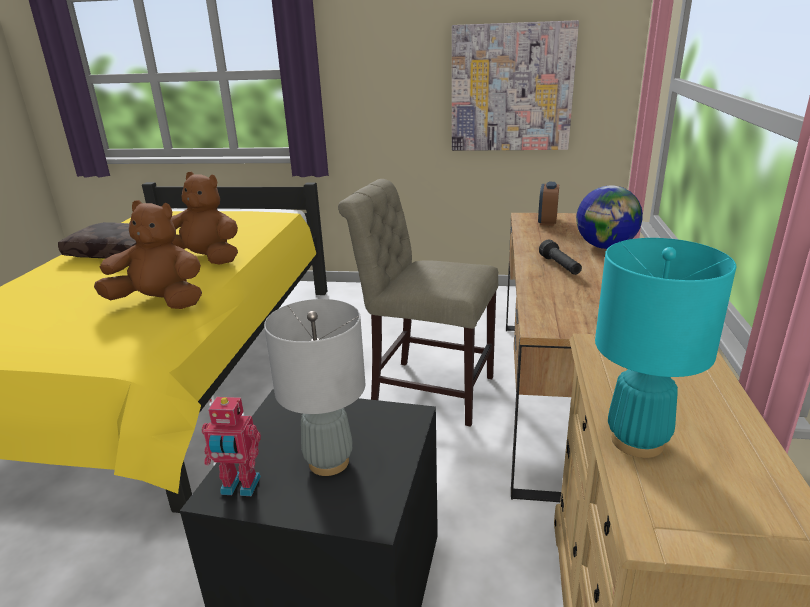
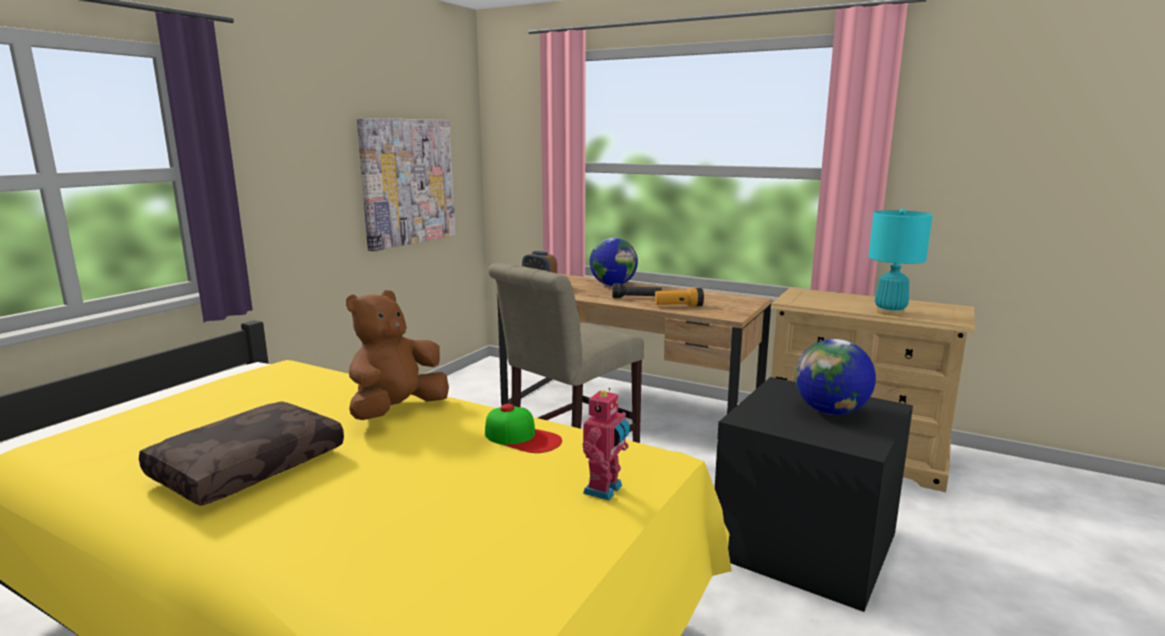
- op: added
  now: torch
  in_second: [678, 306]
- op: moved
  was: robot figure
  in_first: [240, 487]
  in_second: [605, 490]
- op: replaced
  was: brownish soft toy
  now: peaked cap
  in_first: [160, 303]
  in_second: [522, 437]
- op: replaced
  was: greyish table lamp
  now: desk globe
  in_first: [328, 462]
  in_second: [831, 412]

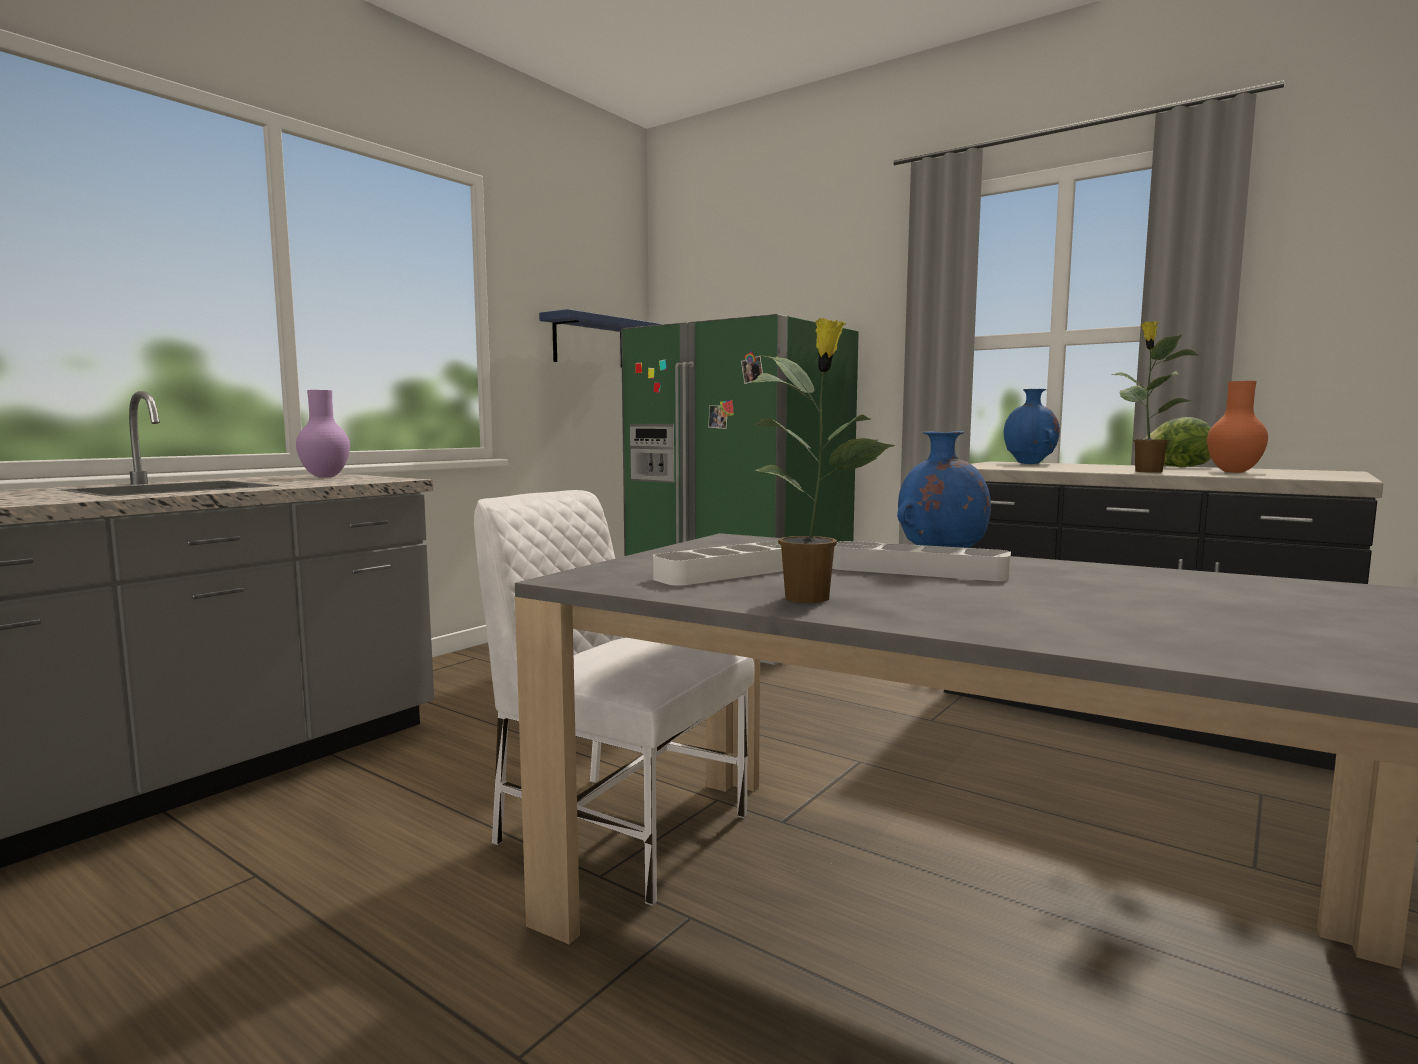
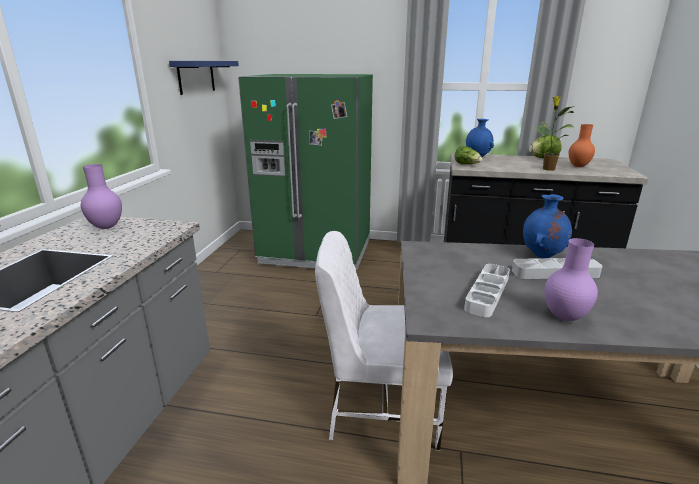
- op: added
  now: lettuce
  in_second: [467, 165]
- op: replaced
  was: plant in a pot
  now: purplish flower vase
  in_first: [810, 598]
  in_second: [563, 317]

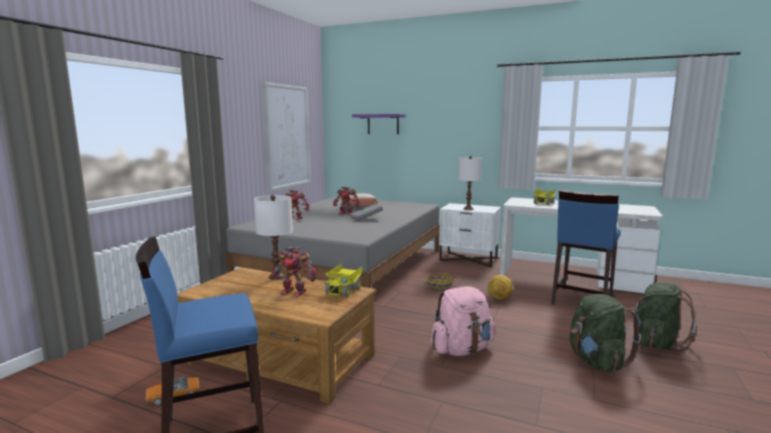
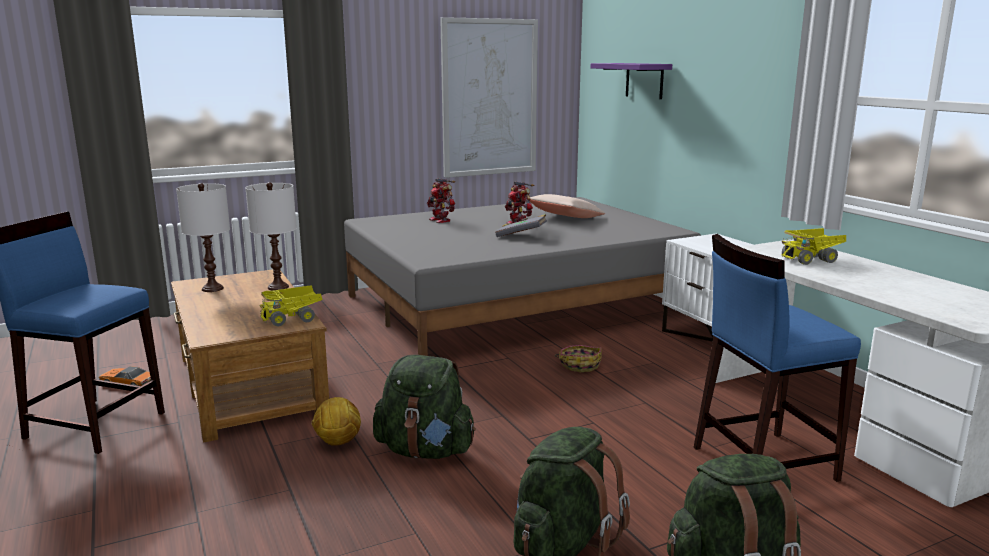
- op: removed
  was: robot figure
  in_first: [294, 291]
- op: moved
  was: white table lamp
  in_first: [468, 209]
  in_second: [212, 289]
- op: moved
  was: football
  in_first: [499, 298]
  in_second: [338, 442]
- op: recoloured
  was: pinkish backpack
  now: greenish backpack
  in_first: [461, 350]
  in_second: [425, 450]

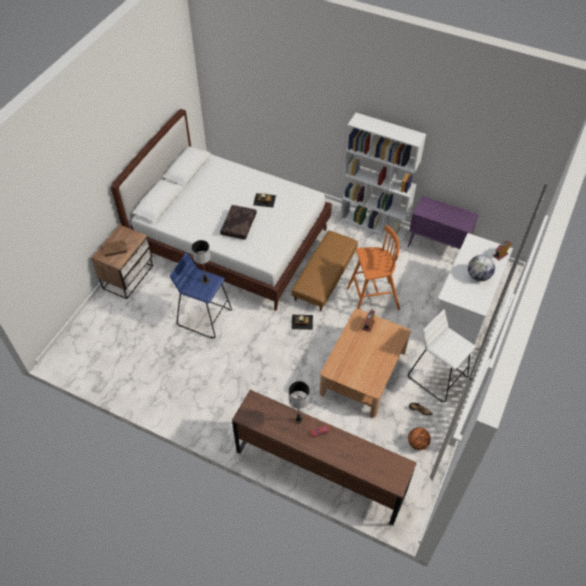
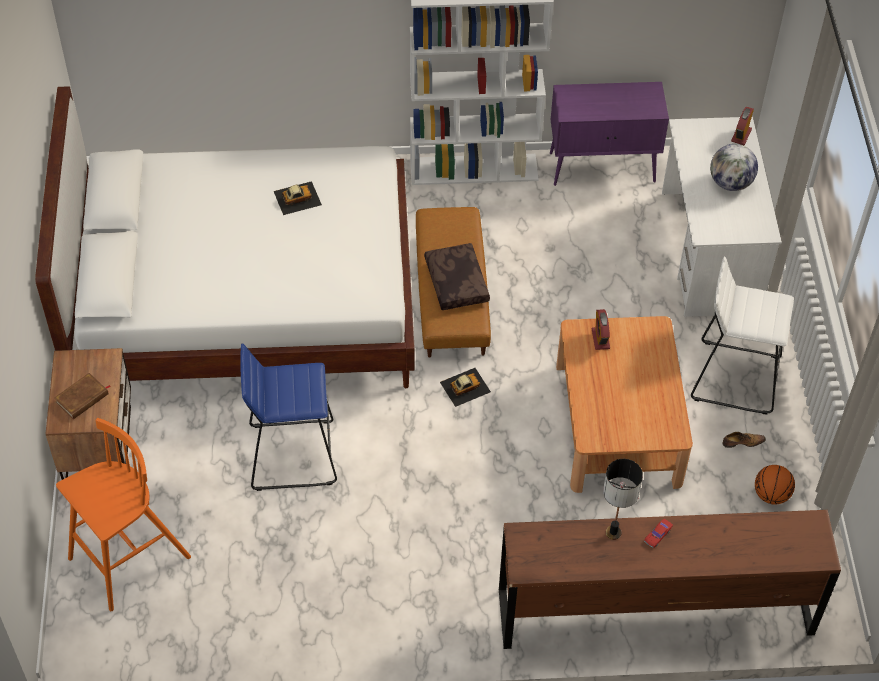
- op: removed
  was: table lamp
  in_first: [205, 281]
- op: moved
  was: brownish pillow
  in_first: [238, 225]
  in_second: [455, 282]
- op: moved
  was: orangey sitting stool
  in_first: [371, 299]
  in_second: [127, 559]

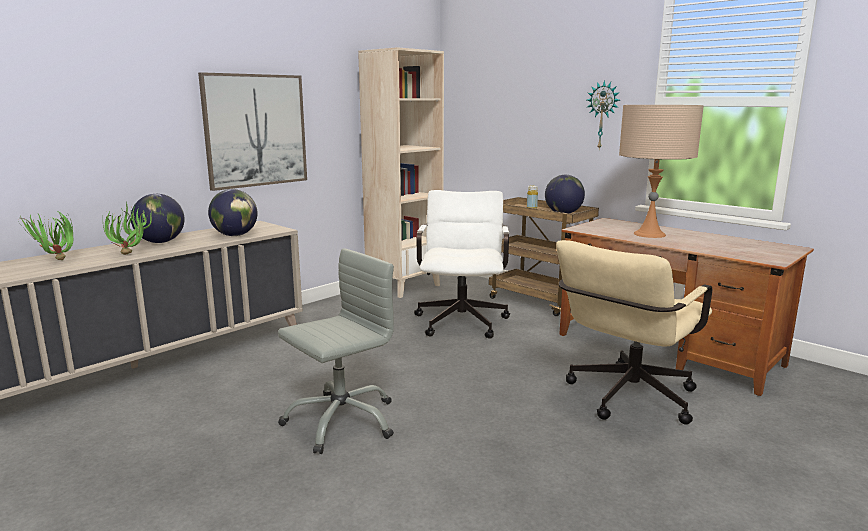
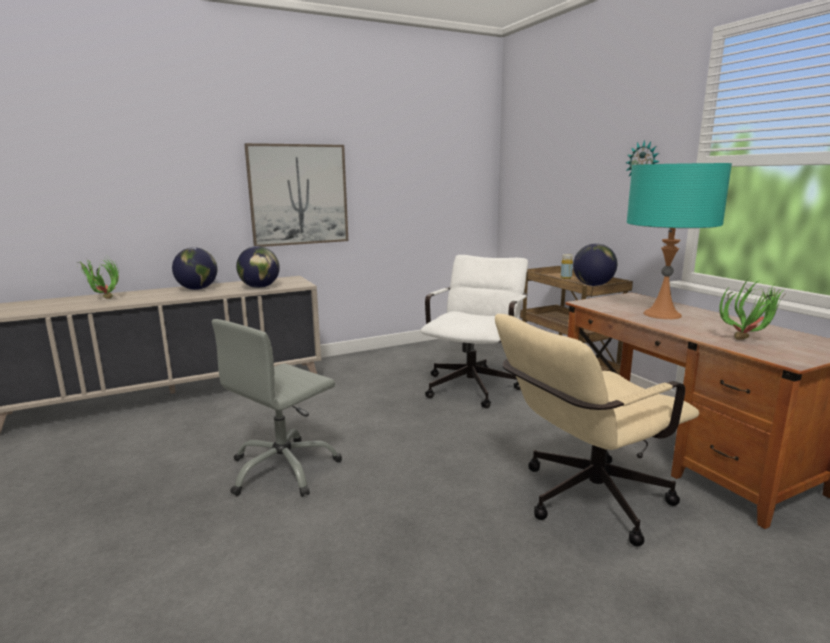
- op: removed
  was: beige bookshelf
  in_first: [404, 286]
- op: moved
  was: plant in a pot
  in_first: [132, 255]
  in_second: [748, 341]
- op: recoloured
  was: beige table lamp
  now: turquoise table lamp
  in_first: [649, 234]
  in_second: [662, 314]
- op: turned
  was: greyish desk chair
  in_first: [341, 421]
  in_second: [284, 469]
  clockwise: 150

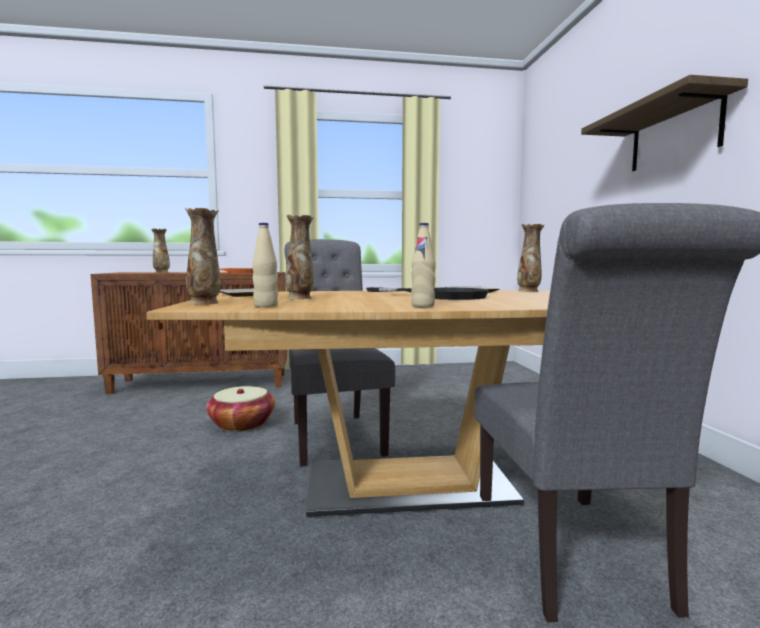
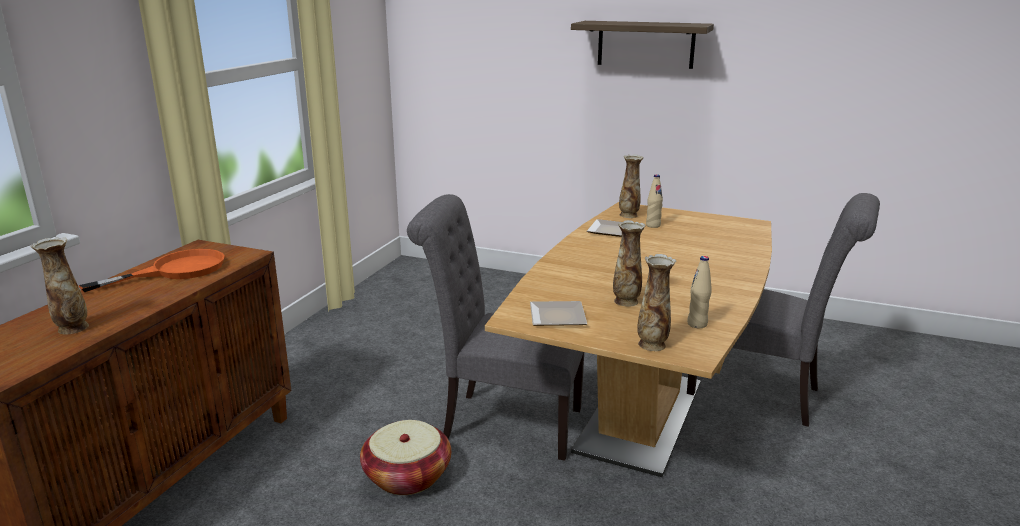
- op: removed
  was: black skillet
  in_first: [440, 296]
- op: moved
  was: beige beverage bottle
  in_first: [423, 305]
  in_second: [653, 225]

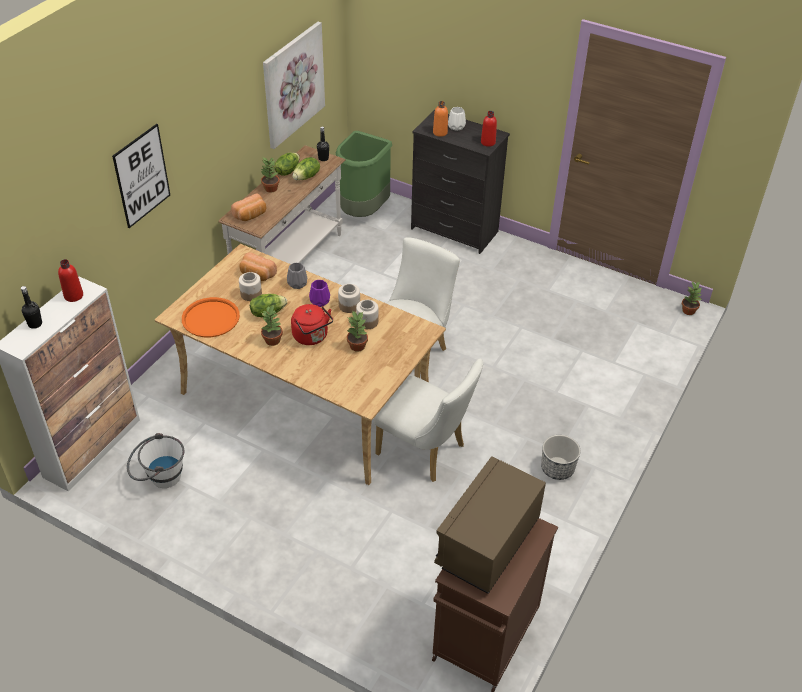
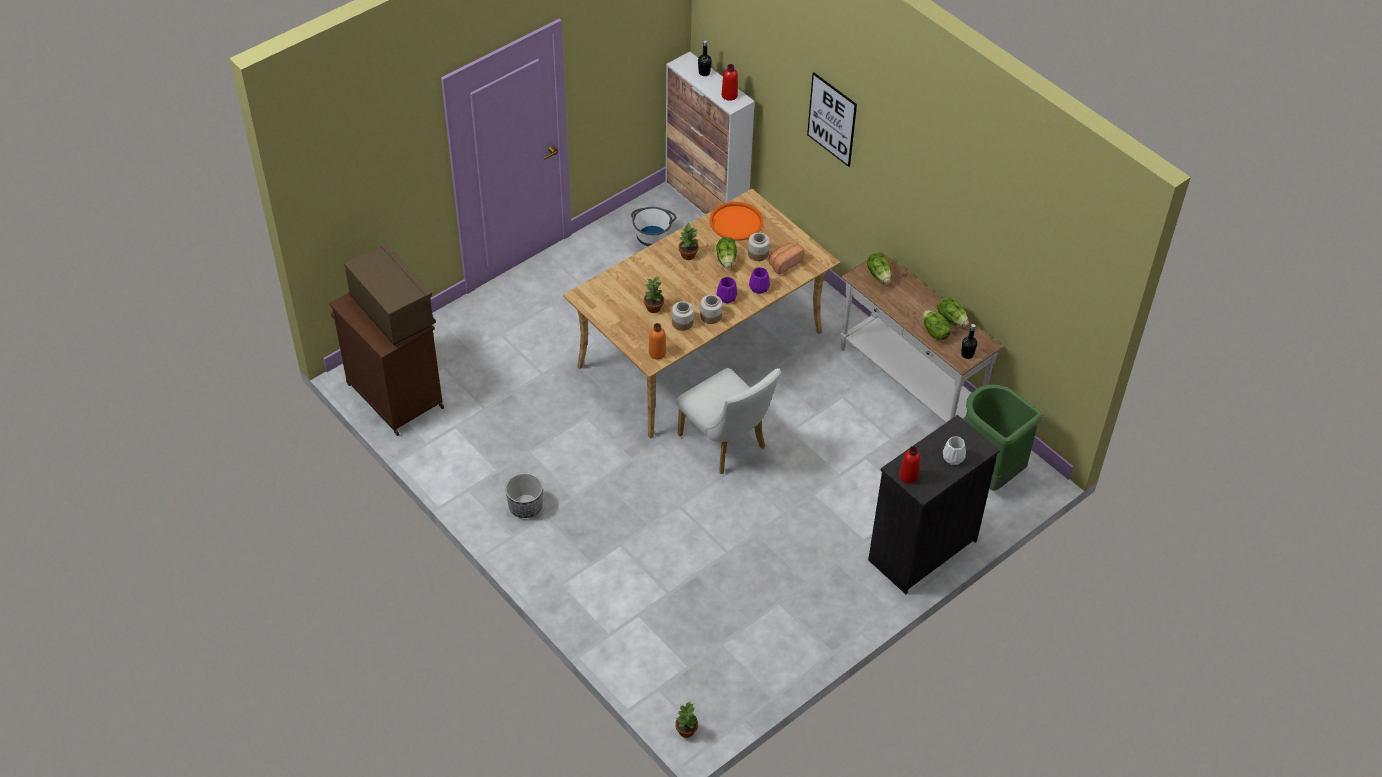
- op: removed
  was: plant in a pot
  in_first: [270, 188]
- op: removed
  was: wall picture
  in_first: [293, 84]
- op: removed
  was: reddish tea kettle
  in_first: [312, 337]
- op: removed
  was: white upright chair
  in_first: [426, 452]
- op: moved
  was: orangey beverage bottle
  in_first: [440, 132]
  in_second: [657, 353]
- op: replaced
  was: baked bread
  now: lettuce
  in_first: [251, 215]
  in_second: [879, 275]
- op: recoloured
  was: greyish flower vase
  now: purplish flower vase
  in_first: [297, 283]
  in_second: [759, 287]

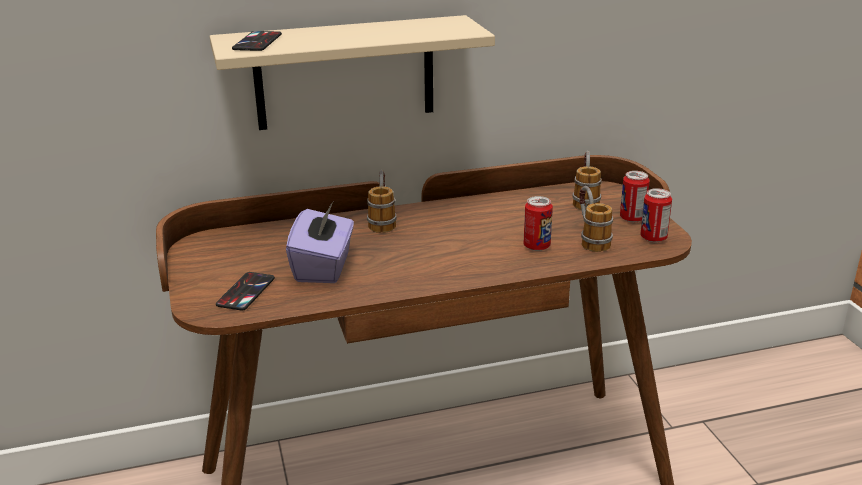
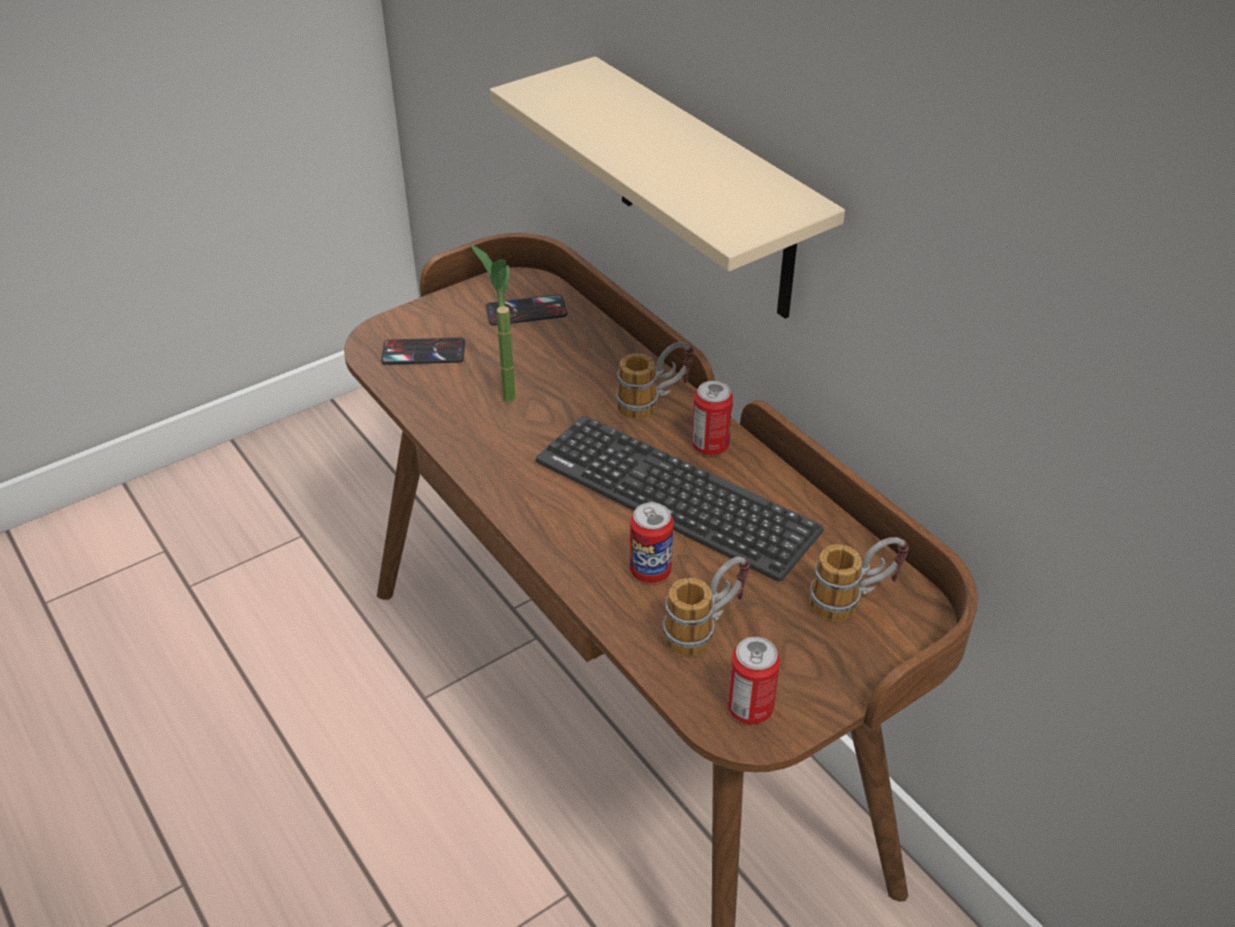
- op: added
  now: computer keyboard
  in_second: [675, 496]
- op: moved
  was: telephone
  in_first: [257, 42]
  in_second: [526, 311]
- op: moved
  was: can
  in_first: [632, 218]
  in_second: [710, 446]
- op: replaced
  was: purplish box of tissues
  now: plant in a pot
  in_first: [324, 267]
  in_second: [503, 391]

